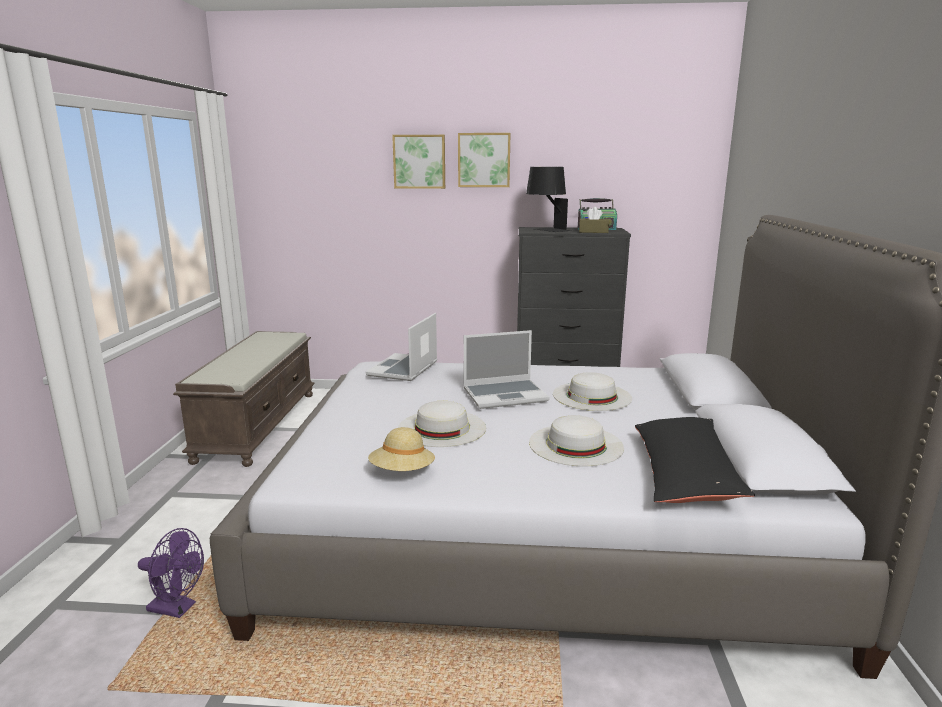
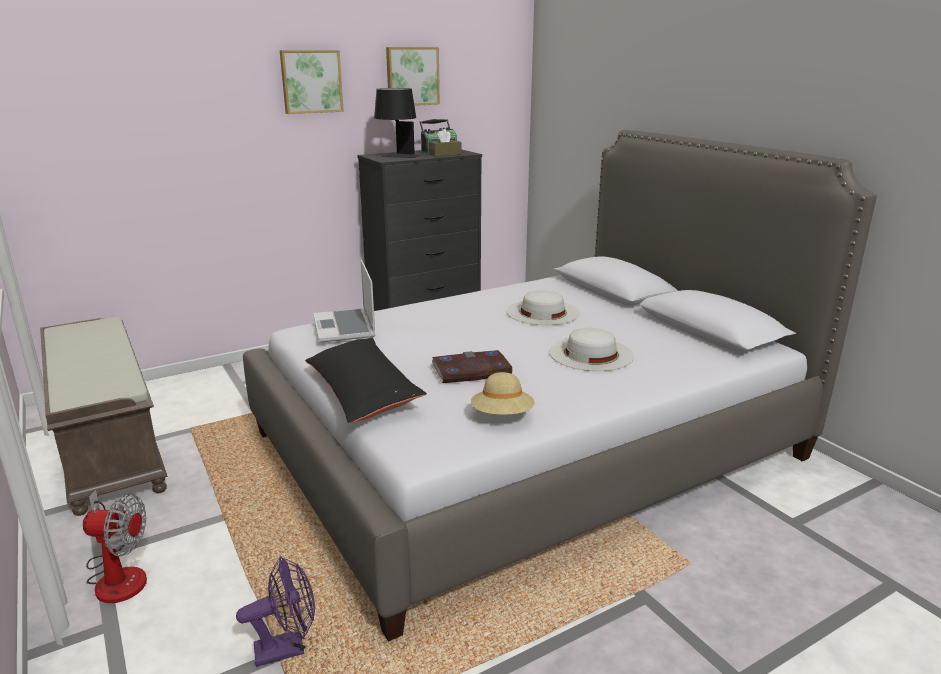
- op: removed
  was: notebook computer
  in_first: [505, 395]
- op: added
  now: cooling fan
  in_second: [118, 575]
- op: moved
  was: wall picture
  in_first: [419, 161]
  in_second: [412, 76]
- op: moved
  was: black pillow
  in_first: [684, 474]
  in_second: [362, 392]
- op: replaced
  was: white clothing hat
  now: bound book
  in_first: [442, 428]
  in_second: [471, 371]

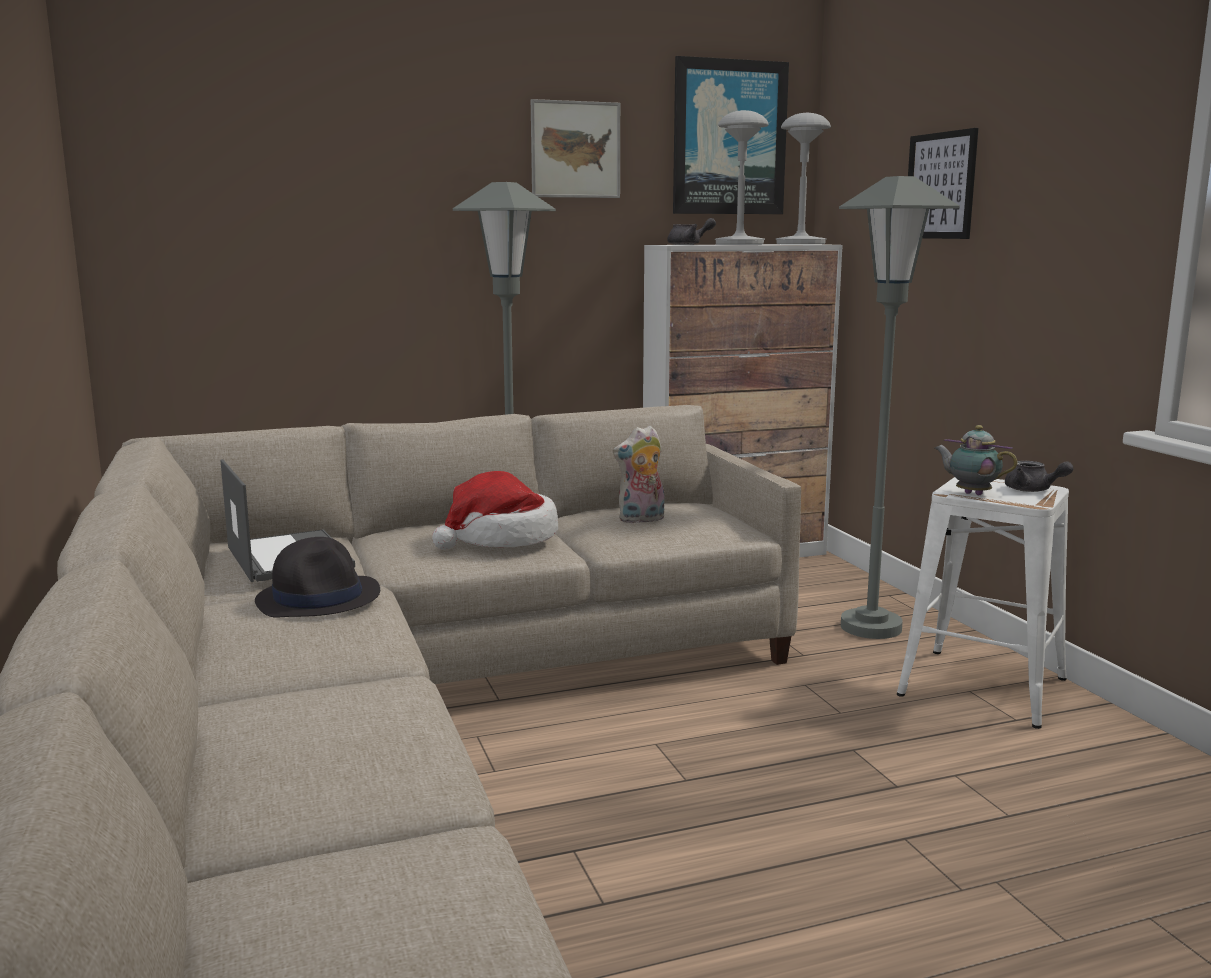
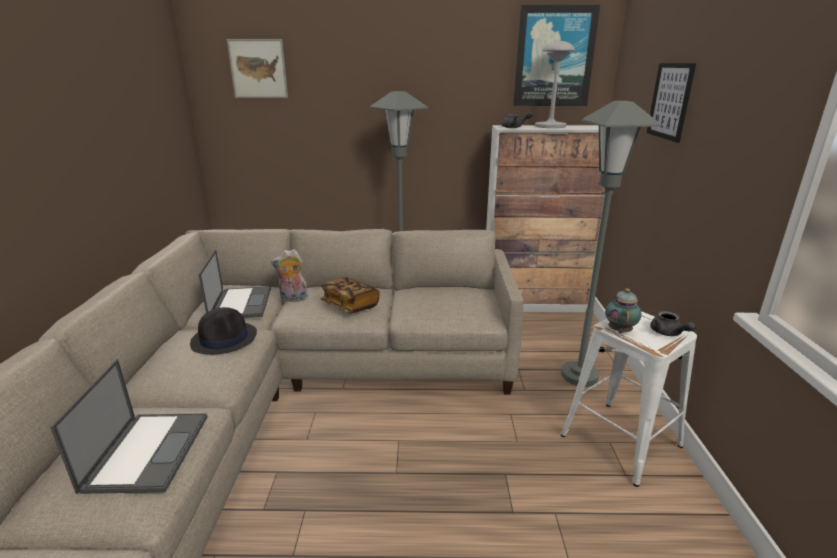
- op: removed
  was: greyish table lamp
  in_first: [800, 243]
- op: added
  now: notebook computer
  in_second: [147, 450]
- op: moved
  was: wall picture
  in_first: [575, 150]
  in_second: [258, 69]
- op: moved
  was: soft toy
  in_first: [641, 520]
  in_second: [293, 299]
- op: replaced
  was: clothing hat
  now: bound book
  in_first: [501, 538]
  in_second: [350, 305]
- op: turned
  was: tea pot
  in_first: [970, 494]
  in_second: [619, 330]
  clockwise: 45

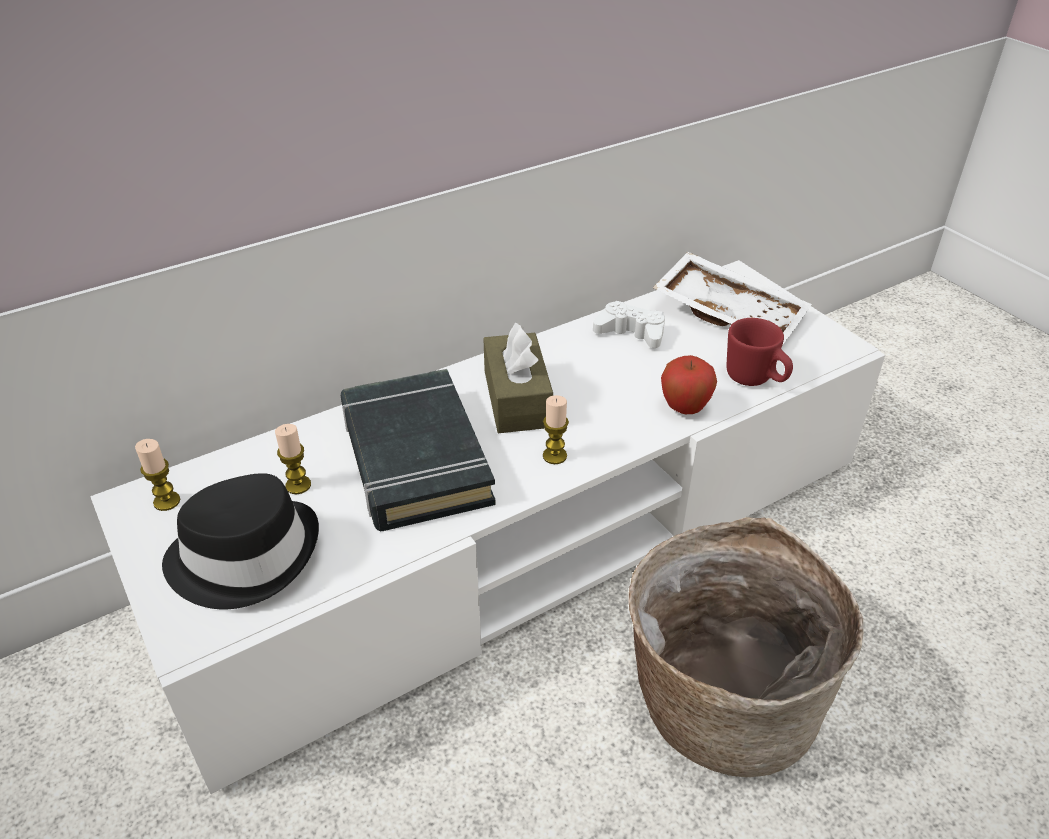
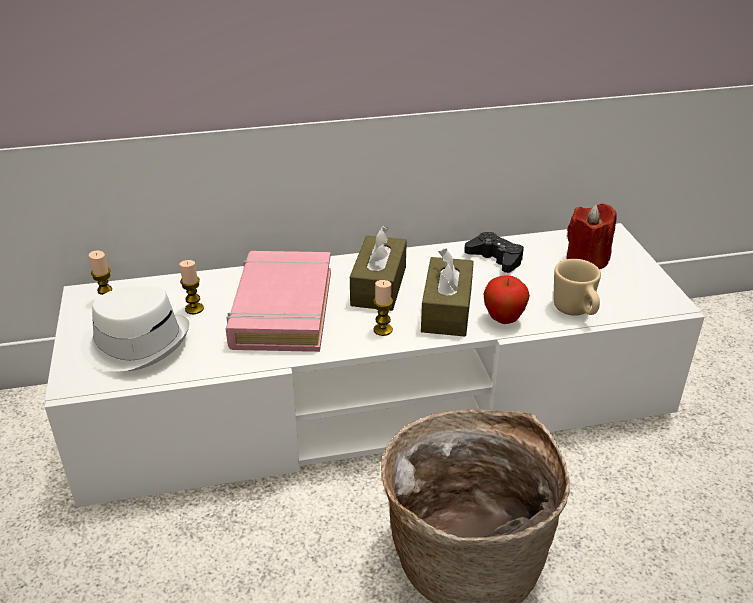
- op: added
  now: brownish box of tissues
  in_second: [446, 310]
- op: replaced
  was: white serving tray
  now: reddish candle
  in_first: [730, 313]
  in_second: [587, 260]
- op: recoloured
  was: black clothing hat
  now: white clothing hat
  in_first: [245, 555]
  in_second: [136, 343]
- op: recoloured
  was: black bound book
  now: pinkish bound book
  in_first: [414, 458]
  in_second: [282, 309]
- op: recoloured
  was: white joypad
  now: black joypad
  in_first: [631, 332]
  in_second: [495, 258]
- op: recoloured
  was: reddish coffee mug
  now: beige coffee mug
  in_first: [755, 380]
  in_second: [575, 311]

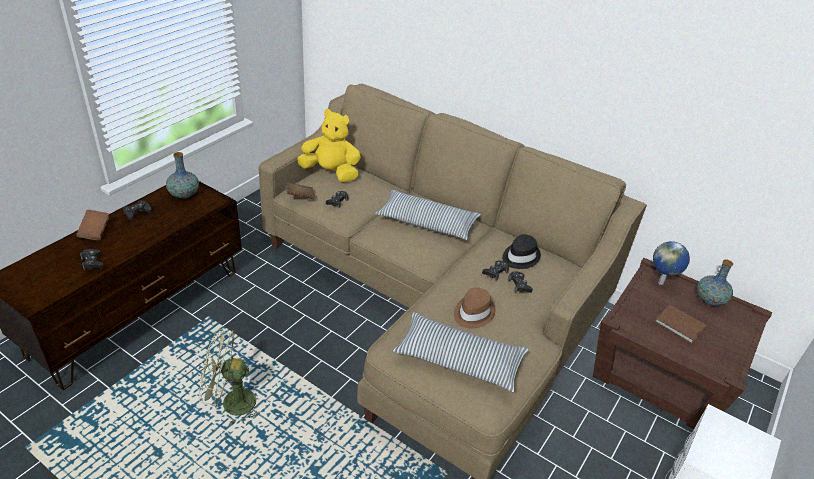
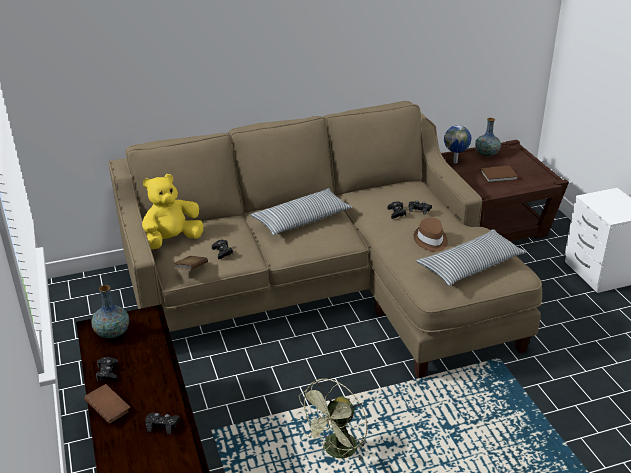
- op: removed
  was: black clothing hat
  in_first: [520, 257]

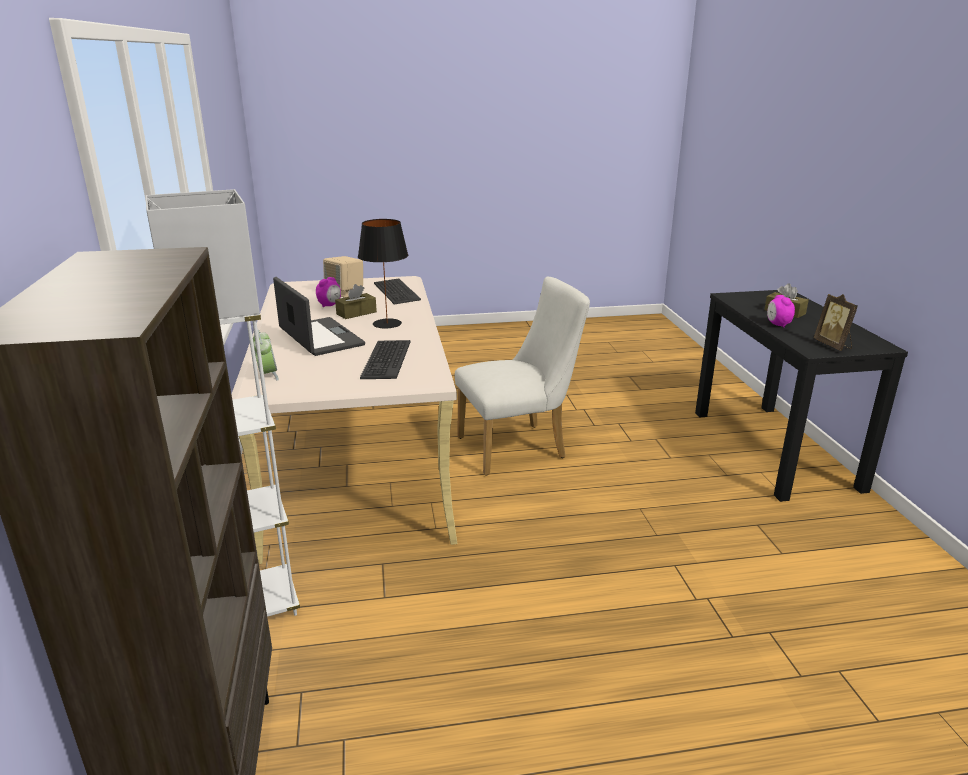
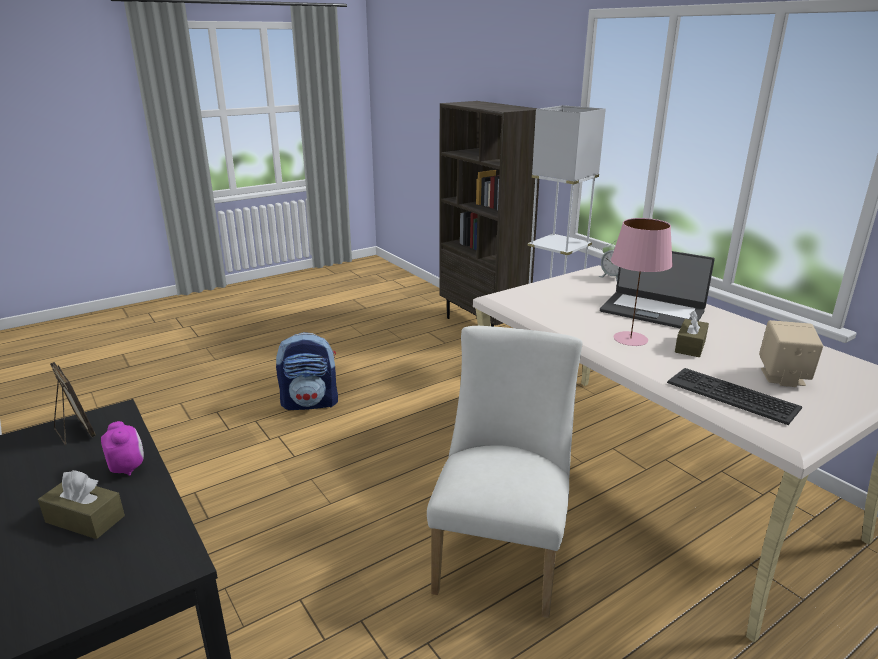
- op: removed
  was: table clock
  in_first: [330, 305]
- op: removed
  was: computer keyboard
  in_first: [385, 360]
- op: added
  now: backpack
  in_second: [310, 403]
- op: recoloured
  was: black table lamp
  now: pinkish table lamp
  in_first: [387, 324]
  in_second: [630, 338]
- op: turned
  was: white upright chair
  in_first: [519, 447]
  in_second: [501, 552]
  clockwise: 150

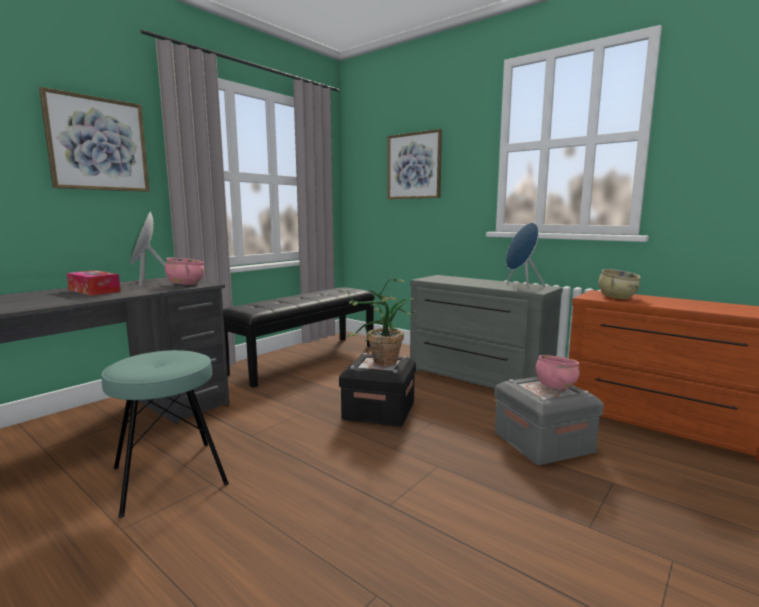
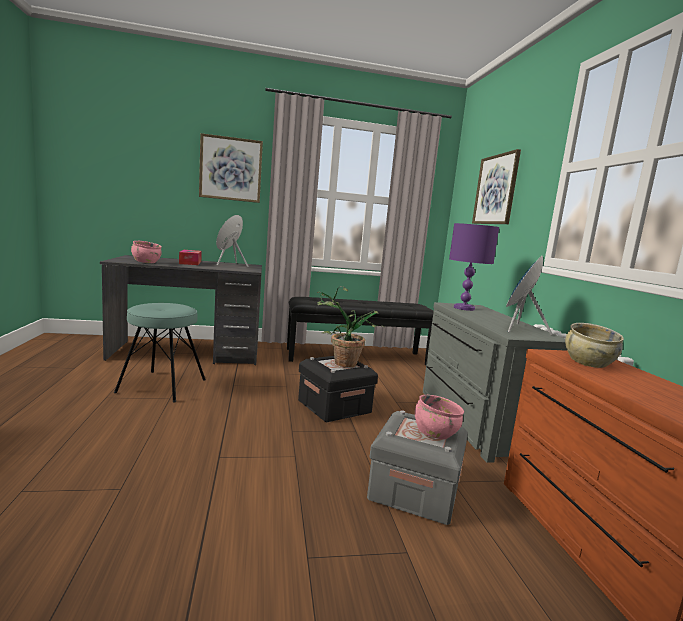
- op: added
  now: purplish table lamp
  in_second: [463, 308]
- op: moved
  was: pinkish bowl
  in_first: [185, 284]
  in_second: [146, 262]

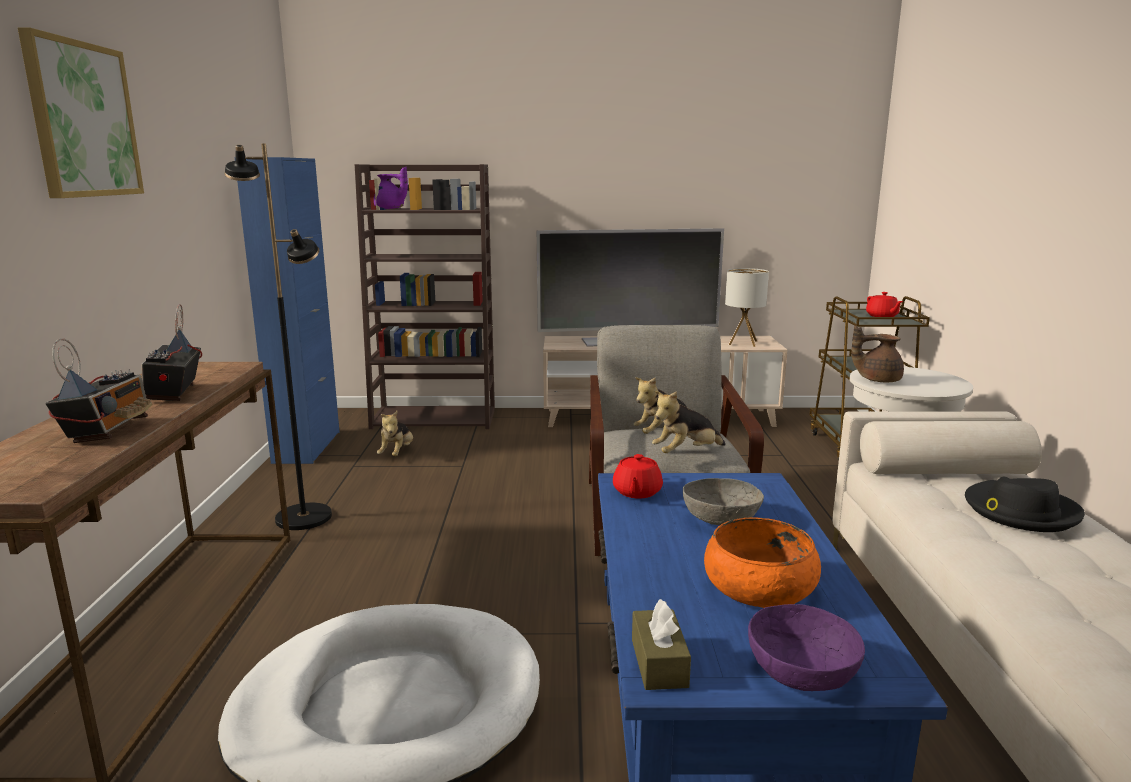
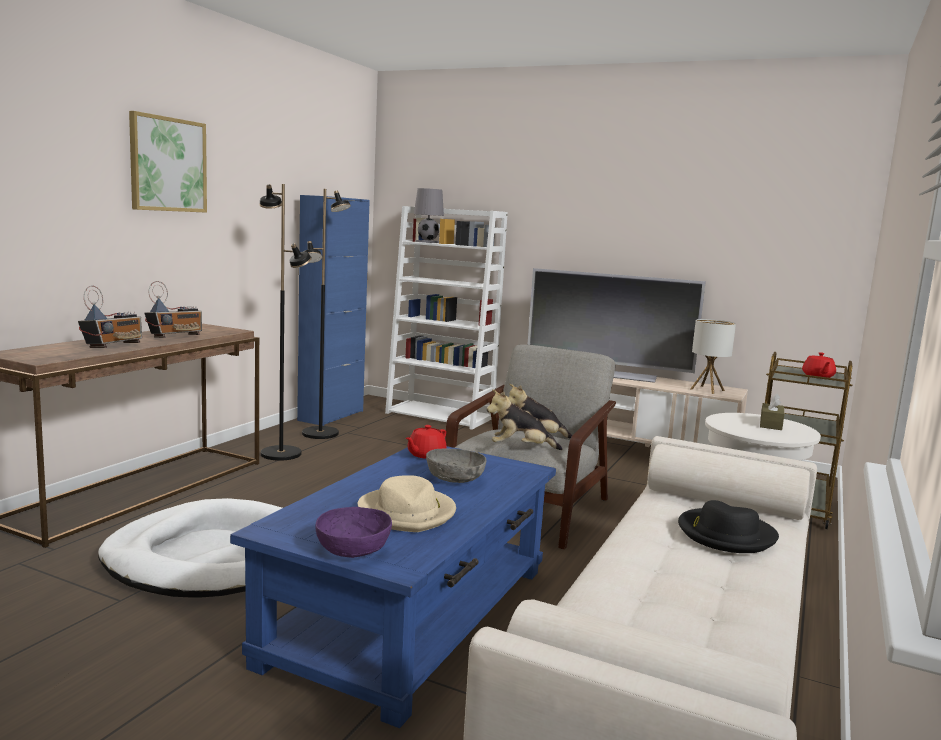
- op: removed
  was: soft toy
  in_first: [397, 453]
- op: removed
  was: brownish tea pot
  in_first: [877, 379]
- op: added
  now: black standard lamp
  in_second: [321, 434]
- op: moved
  was: brownish box of tissues
  in_first: [659, 663]
  in_second: [770, 424]
- op: replaced
  was: purplish tea pot
  now: greyish table lamp
  in_first: [390, 209]
  in_second: [427, 242]
- op: replaced
  was: orangey bowl
  now: beige clothing hat
  in_first: [759, 588]
  in_second: [407, 513]
- op: recoloured
  was: brownish bookshelf
  now: white bookshelf
  in_first: [435, 418]
  in_second: [441, 415]
- op: turned
  was: radio set
  in_first: [174, 393]
  in_second: [176, 337]
  clockwise: -150

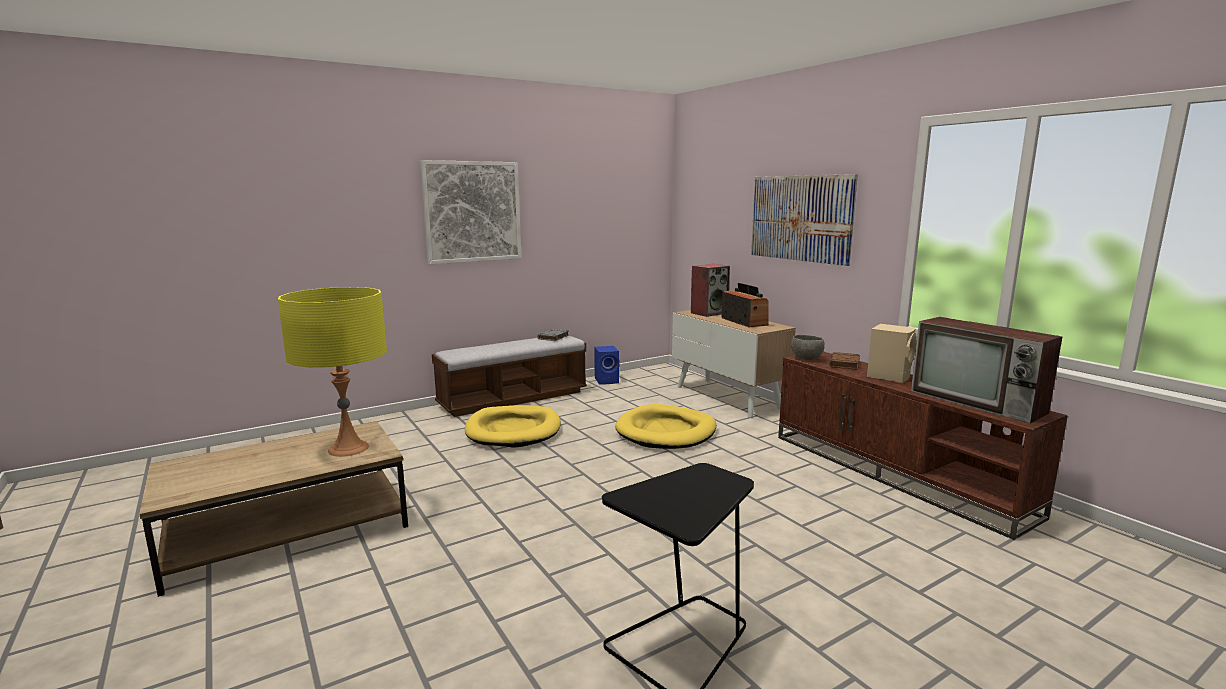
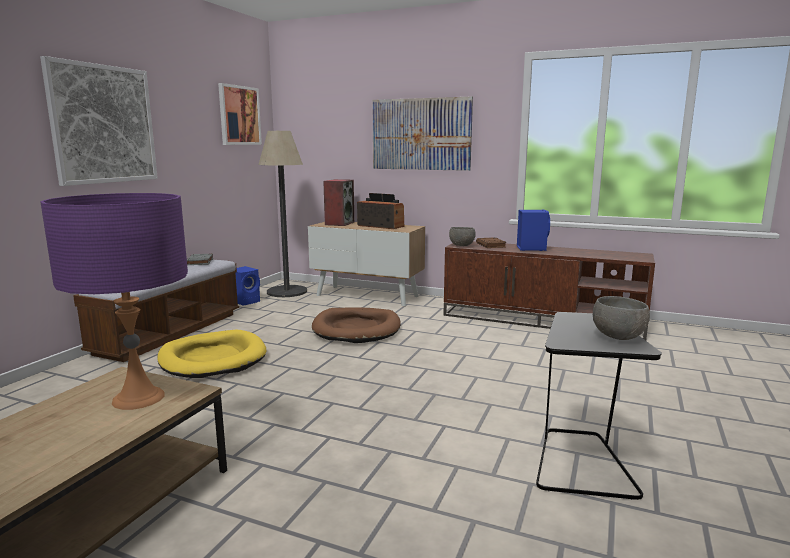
- op: removed
  was: television
  in_first: [979, 402]
- op: added
  now: wall picture
  in_second: [239, 115]
- op: added
  now: standard lamp
  in_second: [287, 291]
- op: added
  now: greyish bowl
  in_second: [618, 337]
- op: recoloured
  was: yellow-coloured table lamp
  now: purplish table lamp
  in_first: [348, 448]
  in_second: [138, 398]
- op: recoloured
  was: yellow-coloured pet bed
  now: brownish pet bed
  in_first: [666, 432]
  in_second: [357, 329]
- op: recoloured
  was: beige audio speaker
  now: bluish audio speaker
  in_first: [889, 376]
  in_second: [531, 248]

